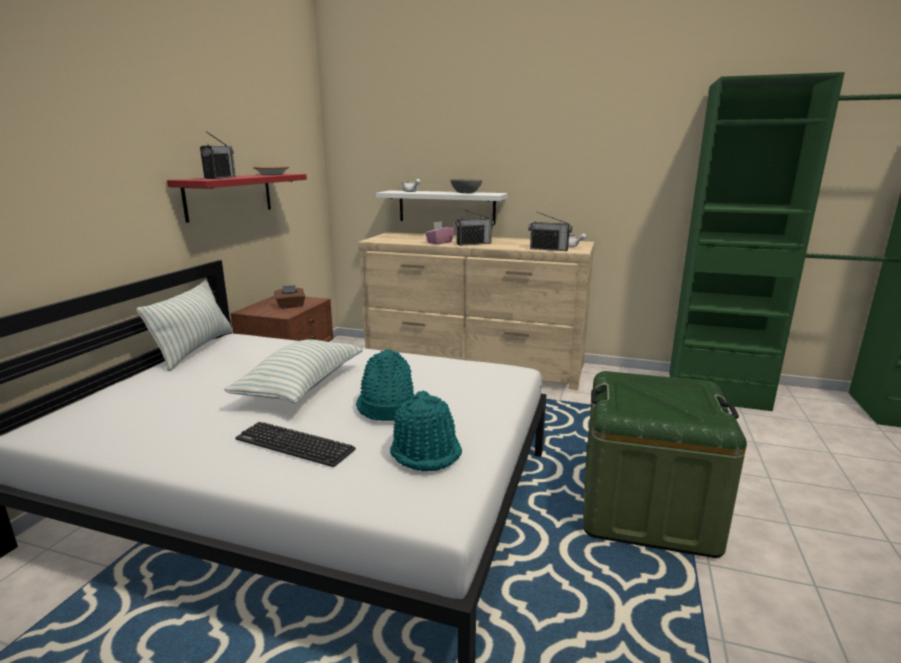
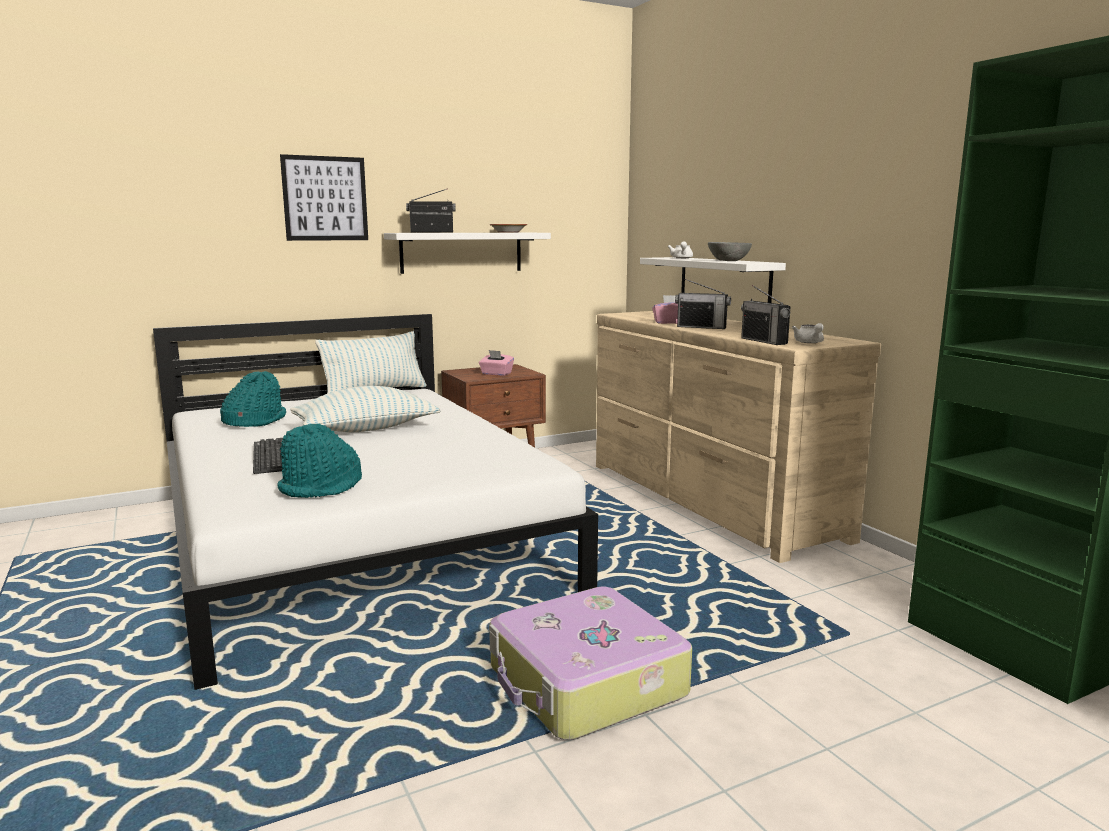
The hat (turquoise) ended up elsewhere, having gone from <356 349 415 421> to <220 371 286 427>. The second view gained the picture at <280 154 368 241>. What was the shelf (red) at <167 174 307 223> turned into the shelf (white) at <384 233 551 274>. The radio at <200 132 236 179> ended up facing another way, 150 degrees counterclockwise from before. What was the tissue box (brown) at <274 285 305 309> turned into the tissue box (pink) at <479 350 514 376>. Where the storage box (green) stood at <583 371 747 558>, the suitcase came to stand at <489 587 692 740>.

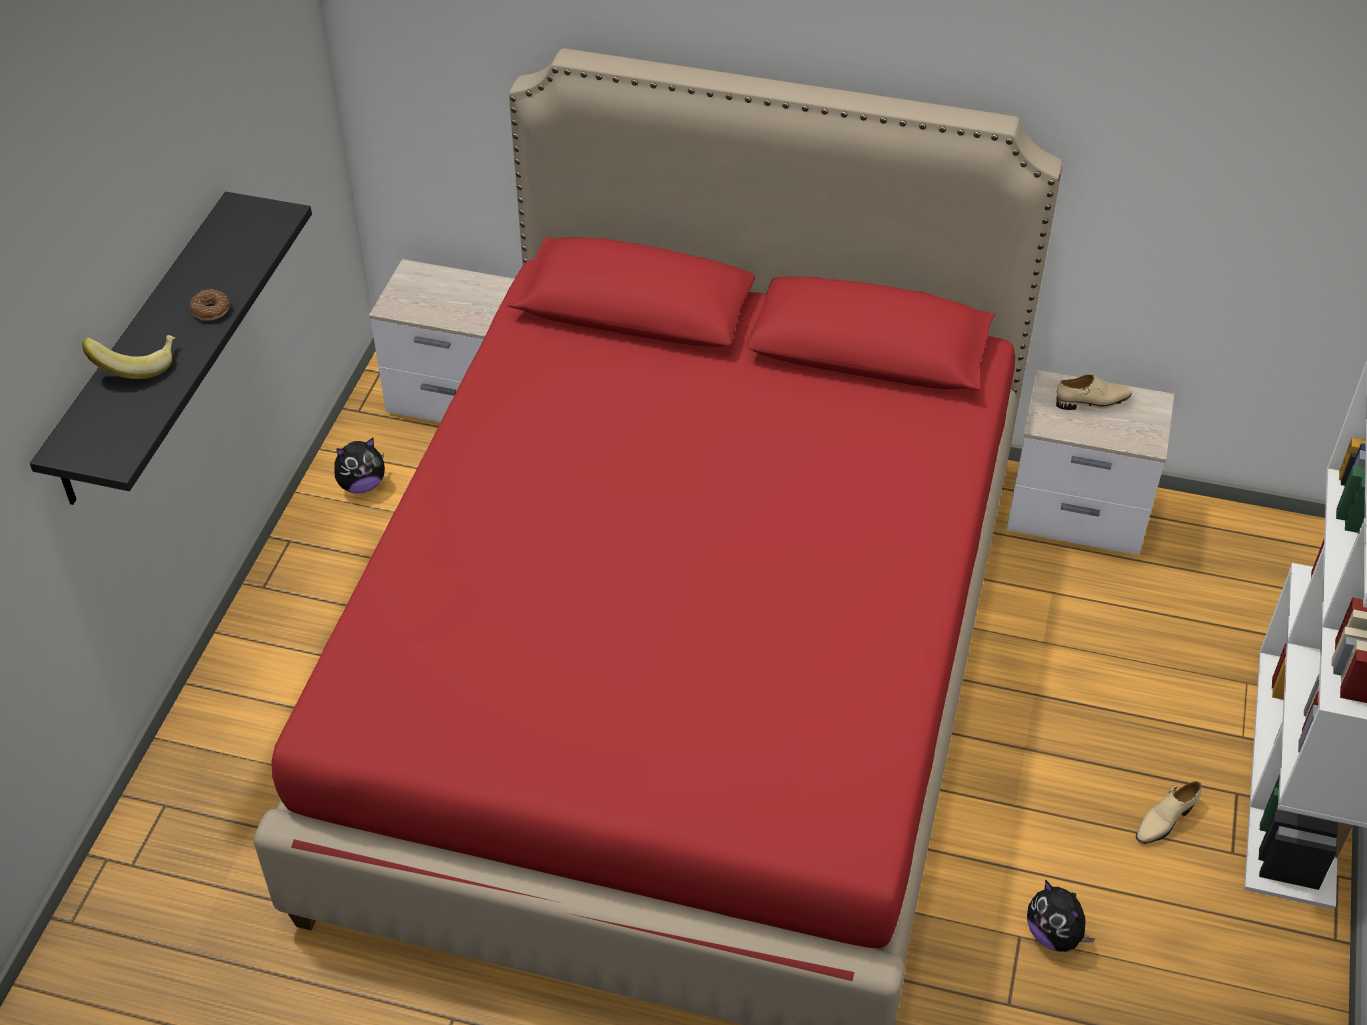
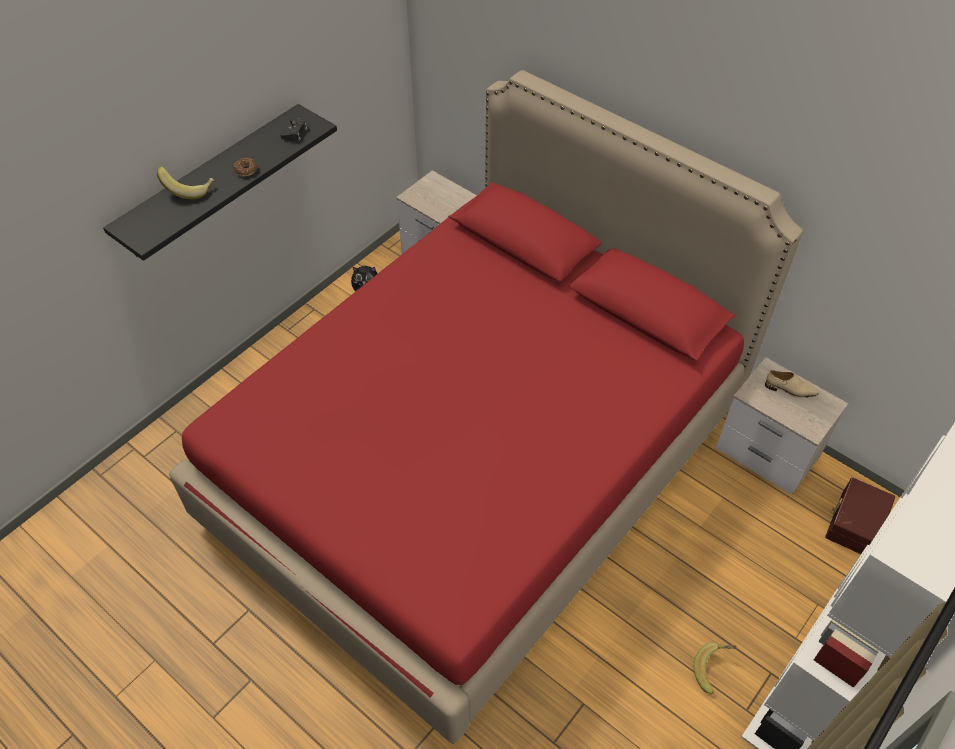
The second view gained the game controller (black) at <280 118 308 141>. Where the shoe (beige) stood at <1136 781 1201 844>, the banana came to stand at <694 642 736 694>. The second view gained the storage box (brown) at <825 477 895 554>. The second view lost the plush toy at <1027 880 1095 952>.

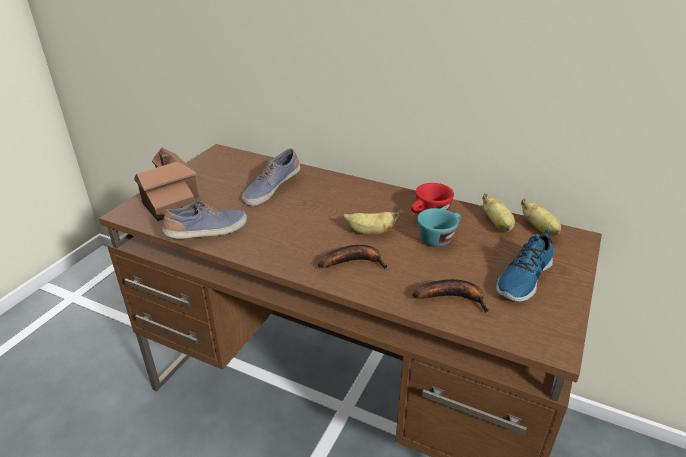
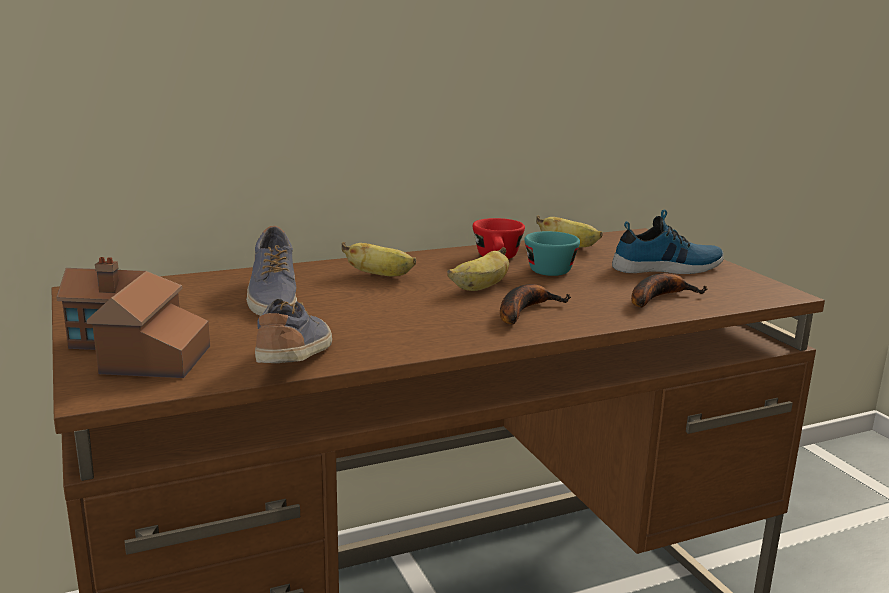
The banana ended up elsewhere, having gone from <521 199 561 236> to <342 242 416 277>. The shoe at <496 228 554 302> ended up facing another way, 90 degrees counterclockwise from before.

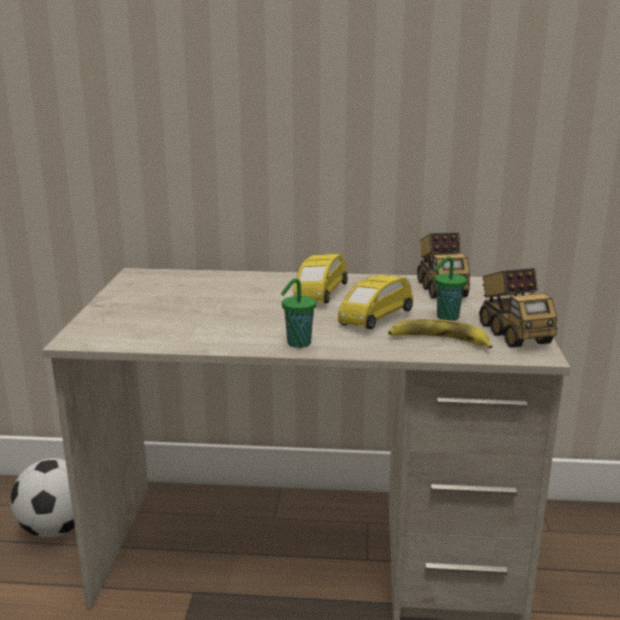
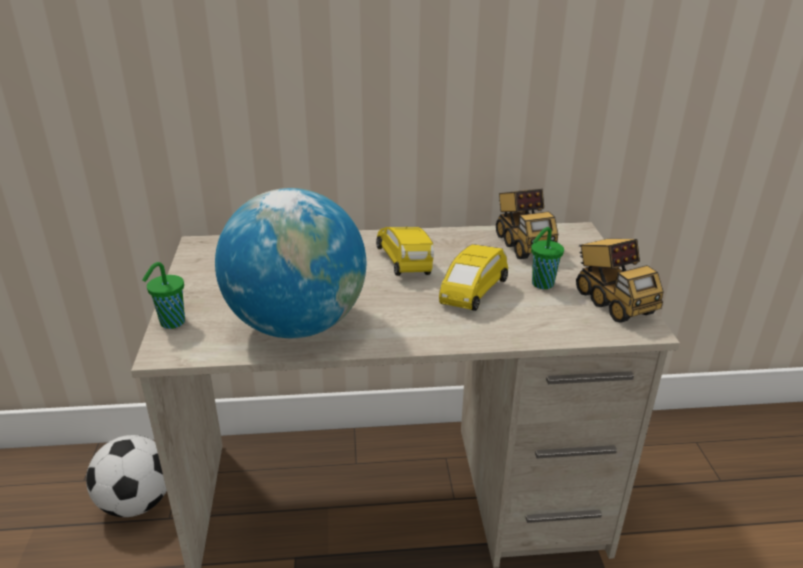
The cup (green) ended up elsewhere, having gone from <281 278 316 348> to <142 262 185 329>. The second view gained the globe at <215 188 366 338>. The toy car (yellow) at <293 254 348 303> ended up facing another way, 150 degrees clockwise from before. The second view lost the banana at <388 319 493 349>.

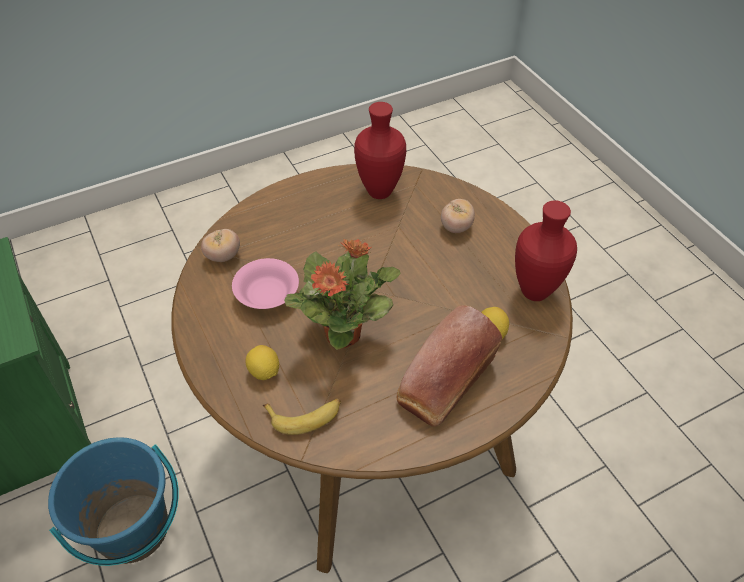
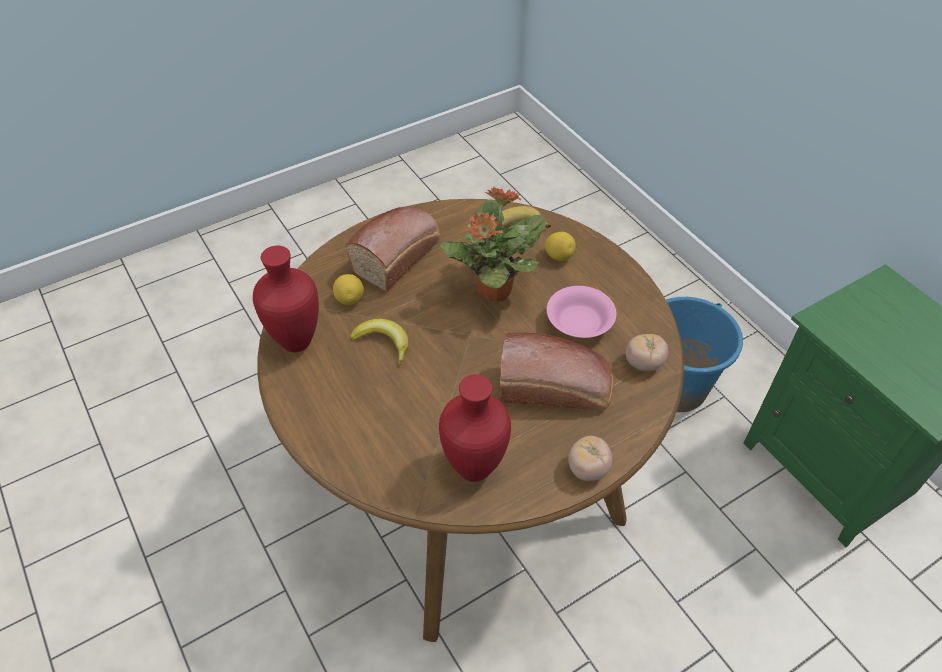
The second view gained the banana at <350 319 409 365>. The second view gained the bread at <500 332 613 411>. The tomato ended up elsewhere, having gone from <441 199 475 233> to <568 436 612 481>.

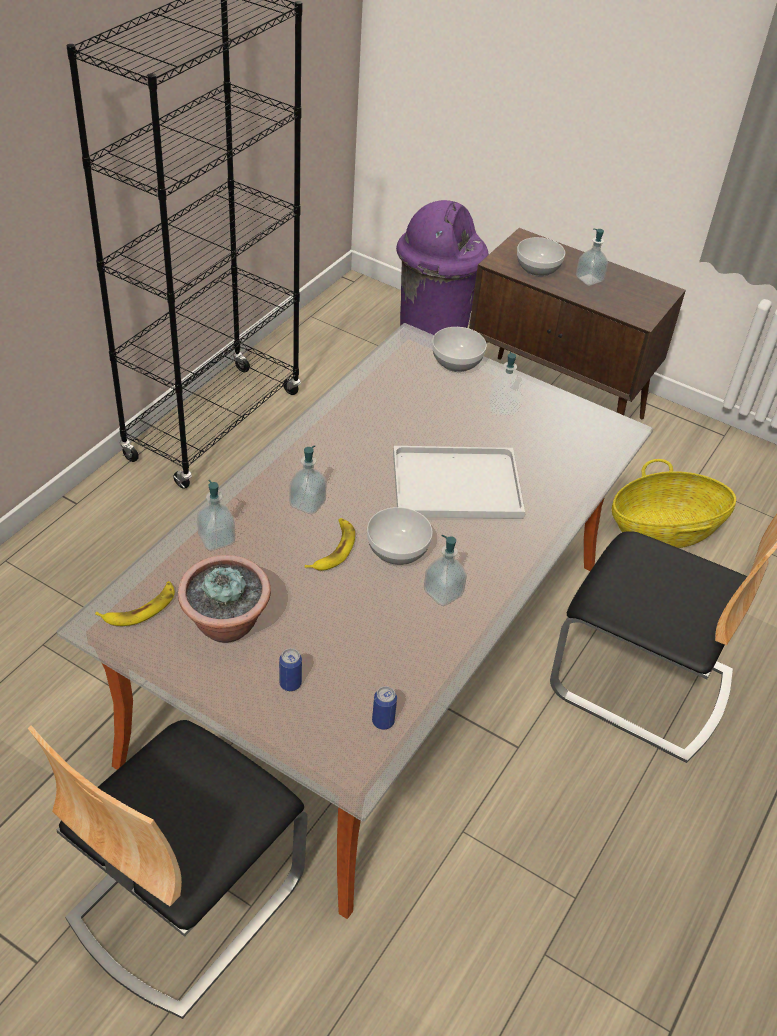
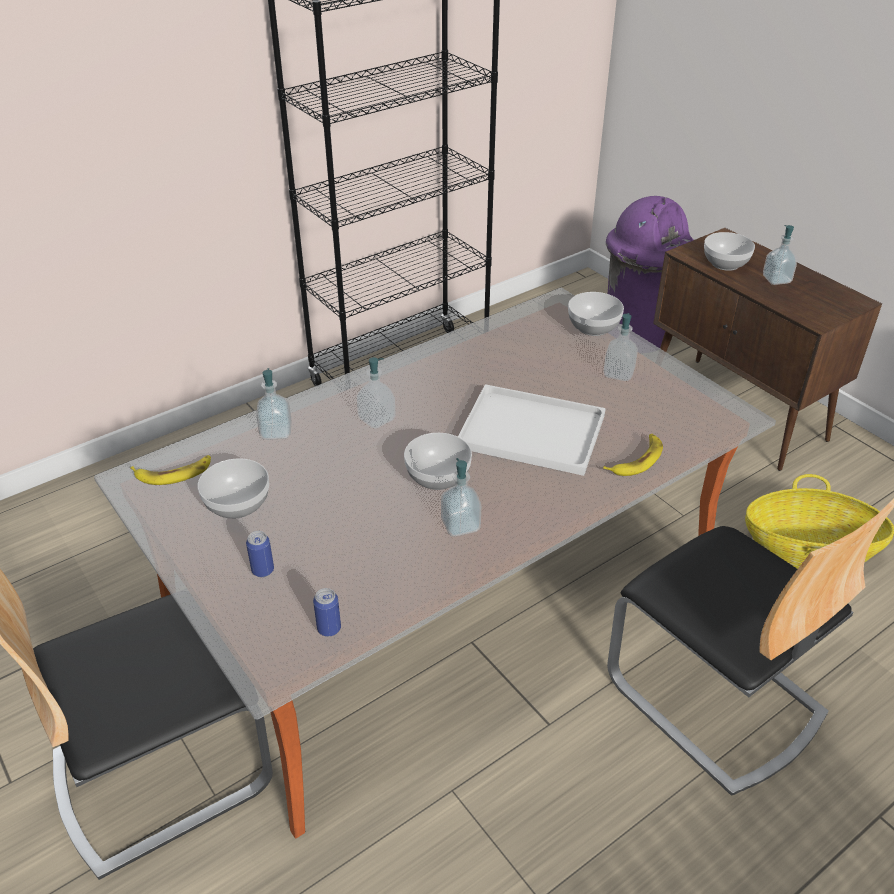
Where the potted plant stood at <178 555 271 643>, the bowl came to stand at <198 459 269 518>. The banana ended up elsewhere, having gone from <305 518 355 571> to <603 434 663 476>.

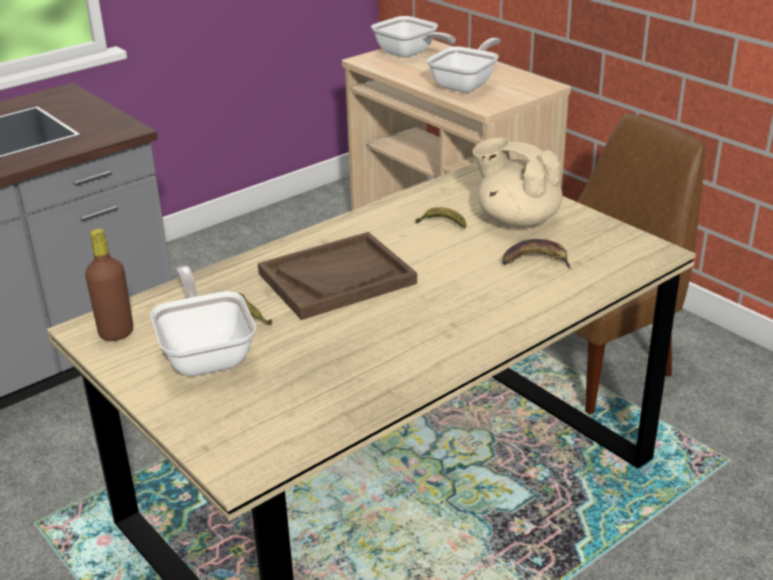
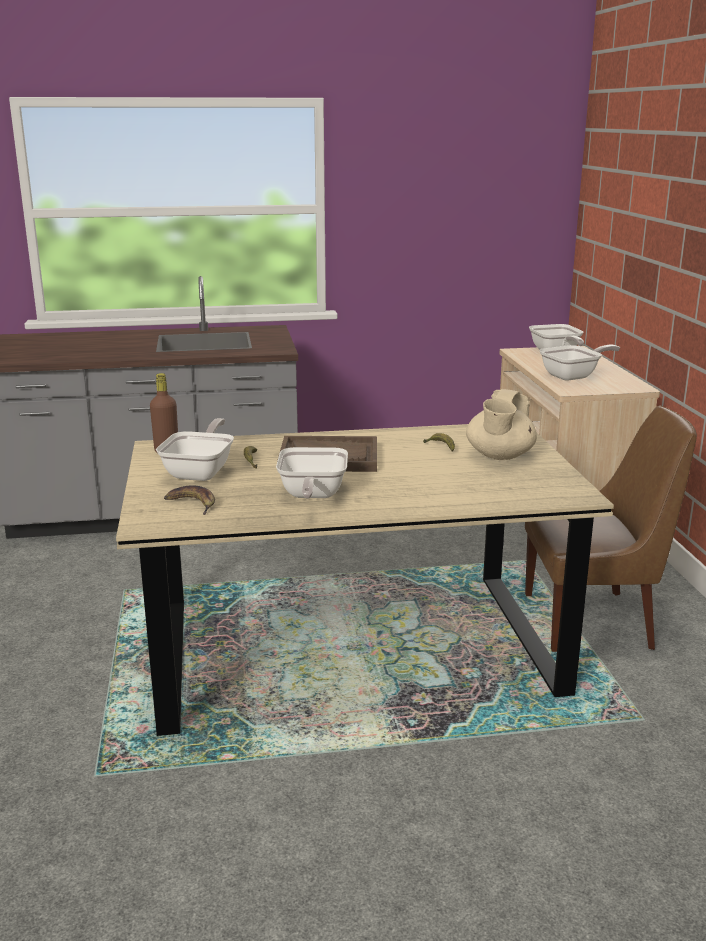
The banana ended up elsewhere, having gone from <502 239 572 269> to <164 485 215 515>. The second view gained the frying pan at <276 447 348 499>. The teapot (beige) at <473 138 563 228> ended up facing another way, 135 degrees counterclockwise from before.

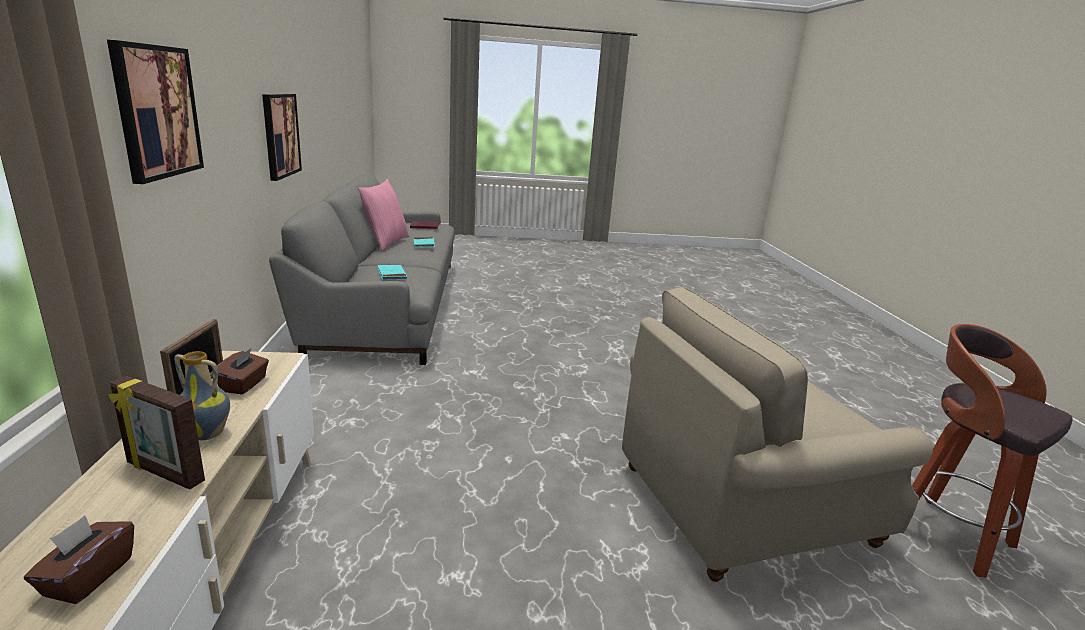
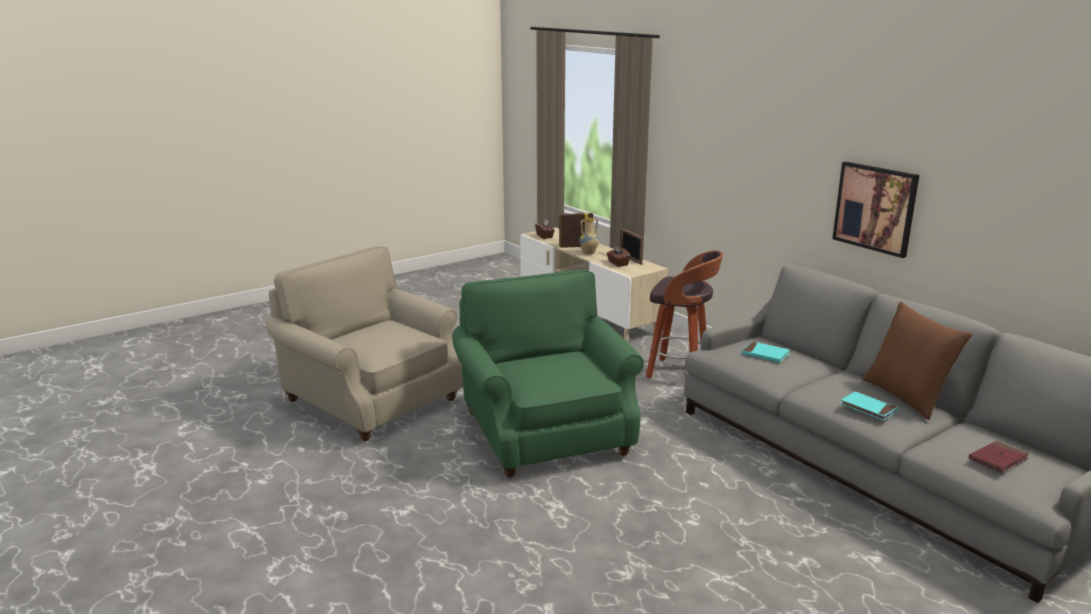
The armchair (beige) at <622 287 933 582> ended up facing another way, 90 degrees counterclockwise from before. The second view gained the armchair (green) at <452 269 644 478>. The stool ended up elsewhere, having gone from <912 324 1073 578> to <646 251 723 378>. What was the pillow (pink) at <358 179 409 251> turned into the pillow (brown) at <863 301 972 420>. The second view lost the picture at <107 40 204 184>.

